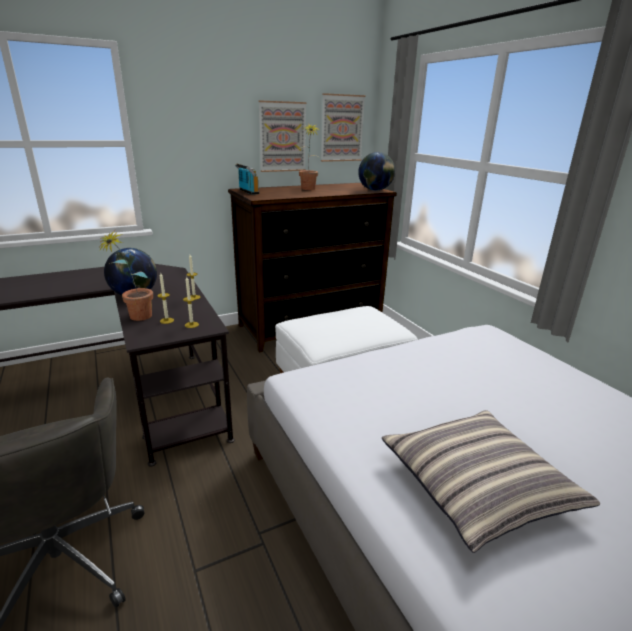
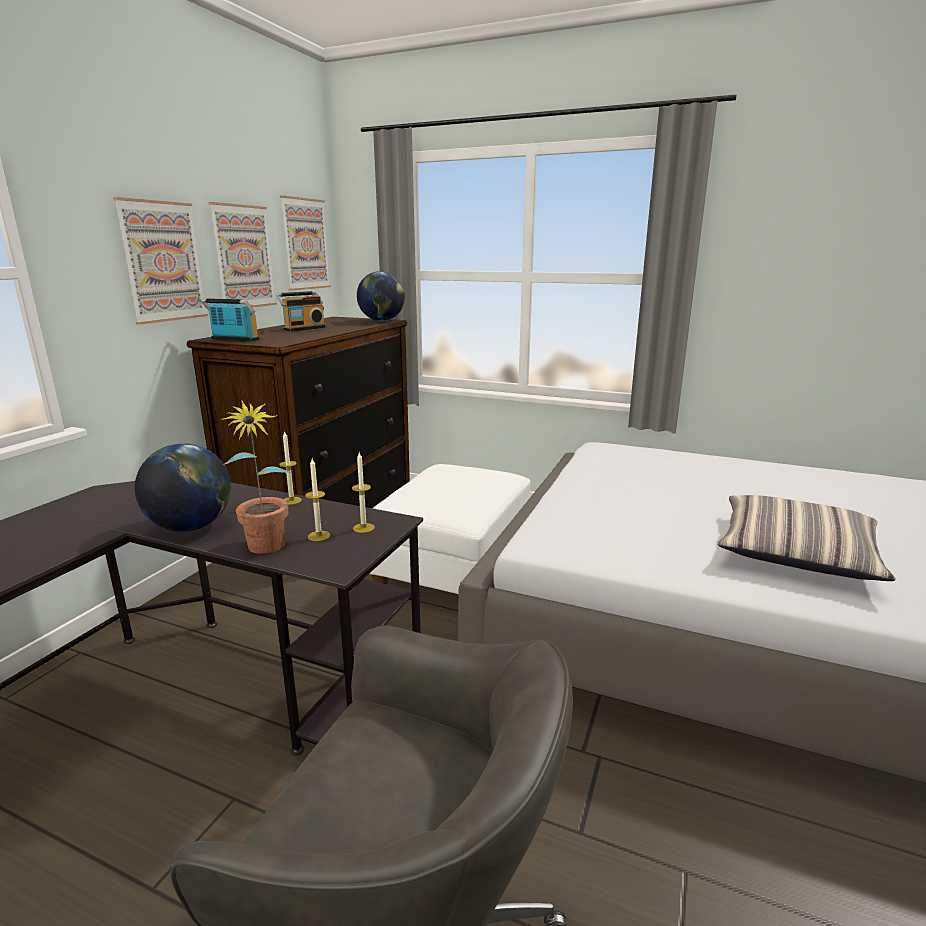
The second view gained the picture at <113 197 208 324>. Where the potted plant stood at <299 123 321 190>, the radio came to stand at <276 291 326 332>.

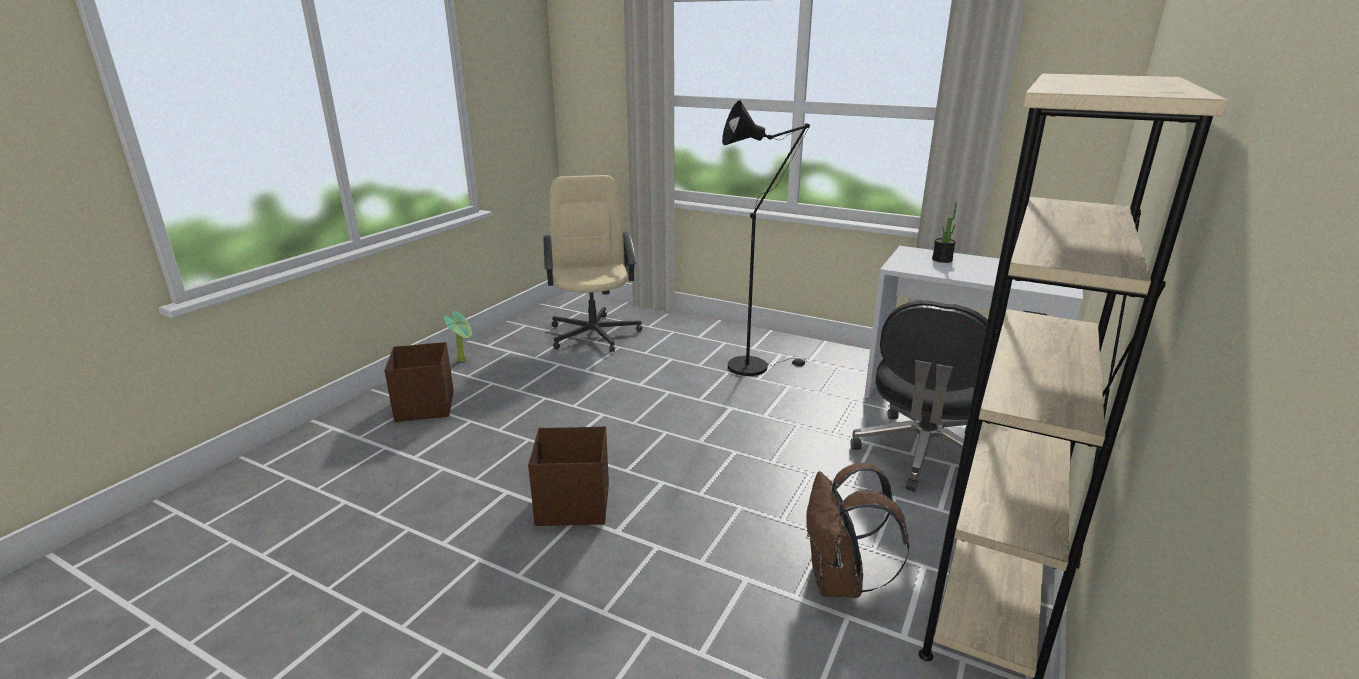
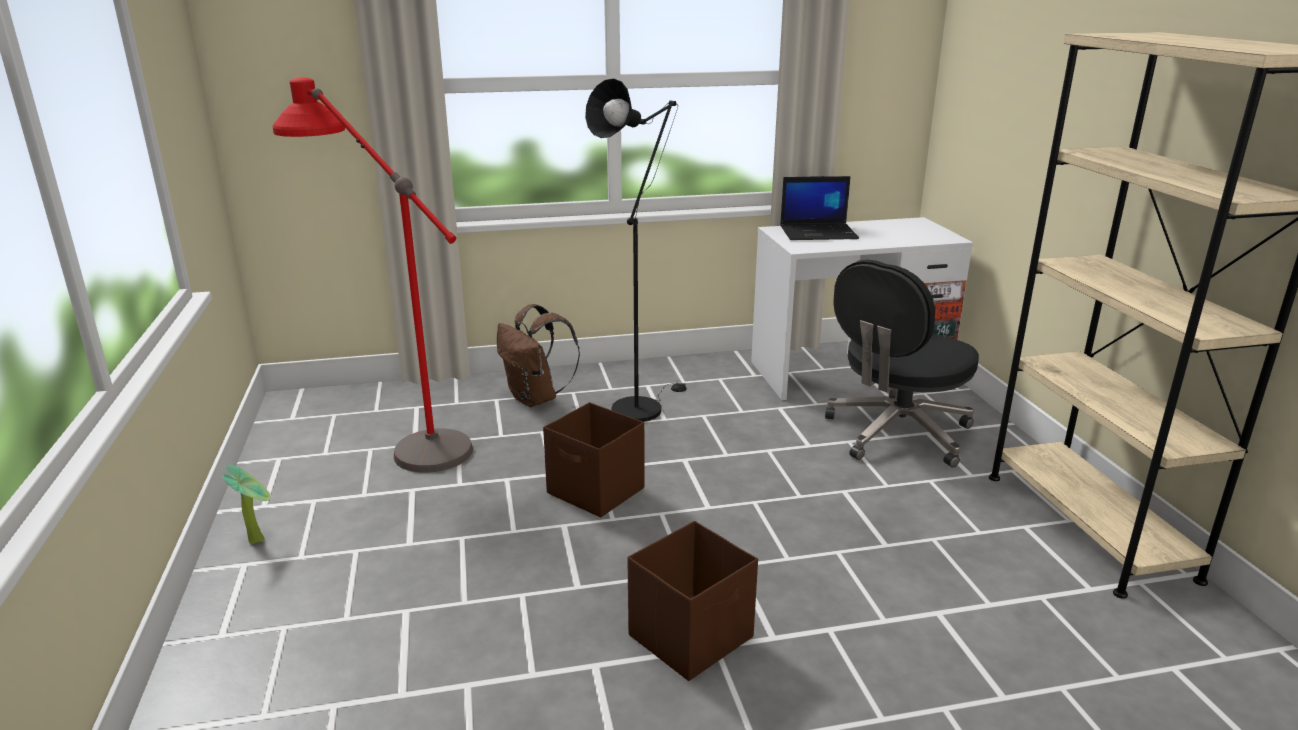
Where the office chair (beige) stood at <544 175 642 352>, the floor lamp (red) came to stand at <273 77 473 473>. The backpack (brown) ended up elsewhere, having gone from <806 463 910 598> to <497 304 580 407>. The storage box (brown) ended up elsewhere, having gone from <384 342 454 422> to <543 402 645 517>. Where the potted plant stood at <932 202 957 263>, the laptop came to stand at <780 176 859 240>. The office chair (black) at <850 301 988 492> ended up facing another way, 60 degrees clockwise from before.

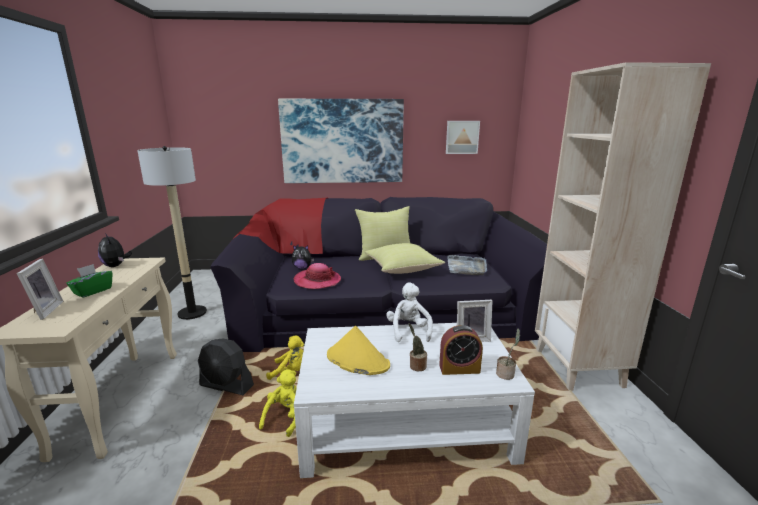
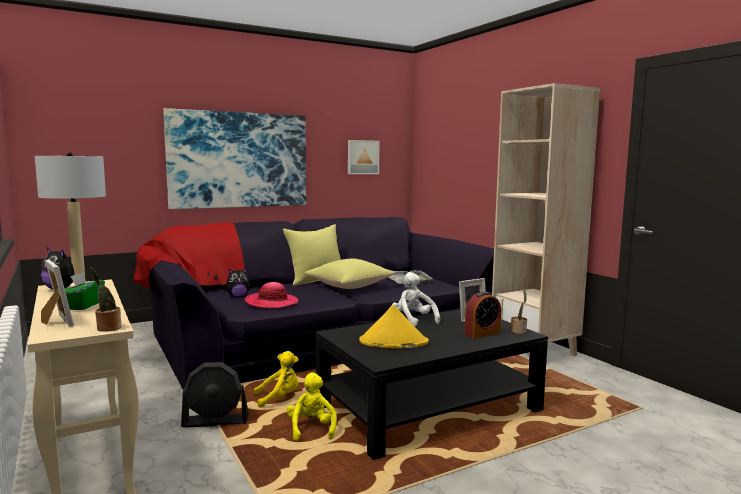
The potted plant ended up elsewhere, having gone from <408 323 427 372> to <90 267 121 332>. What was the coffee table (white) at <294 323 535 478> turned into the coffee table (black) at <316 309 548 460>.

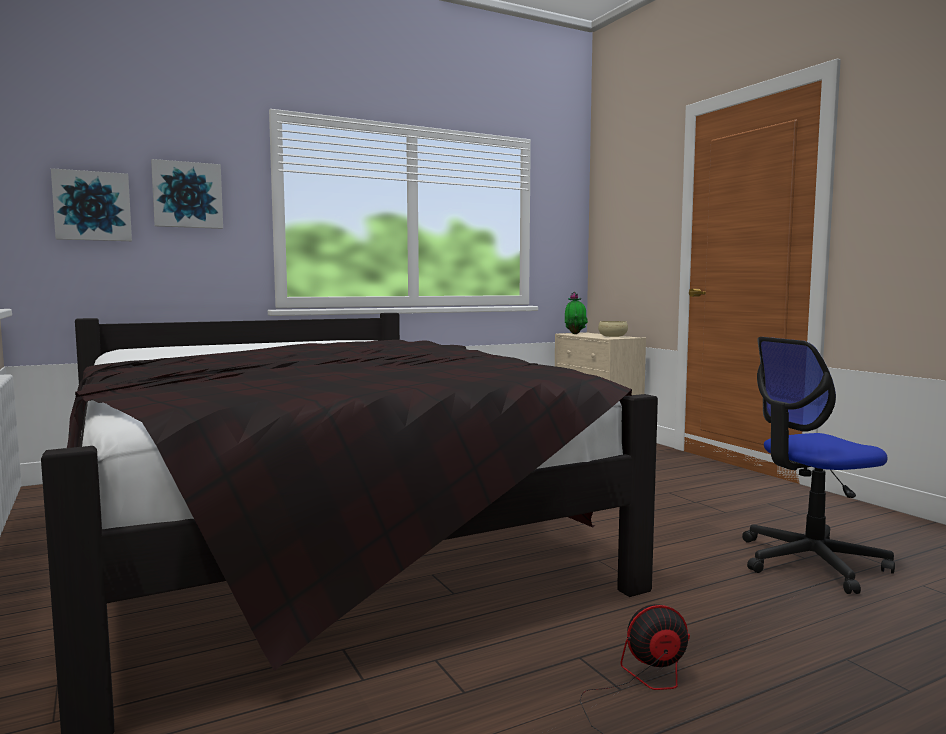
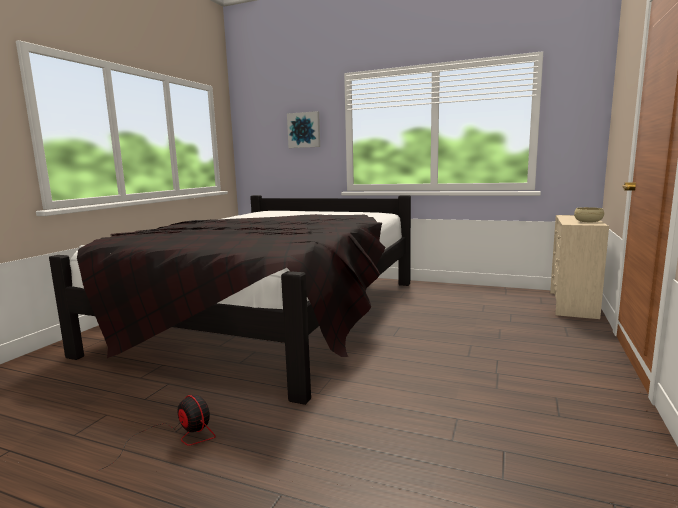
The second view lost the picture at <51 168 132 241>. The second view lost the potted plant at <565 292 588 334>. The second view lost the office chair at <742 337 895 594>.

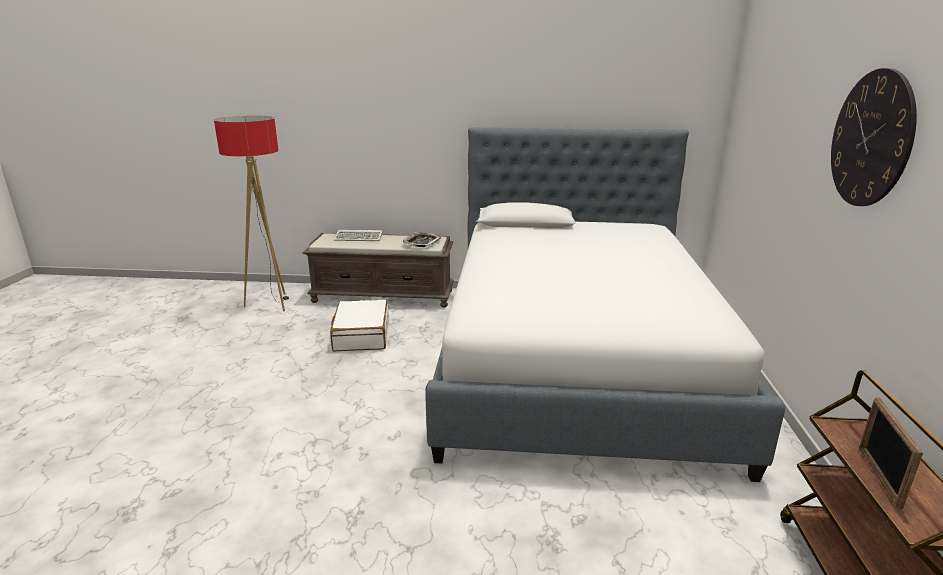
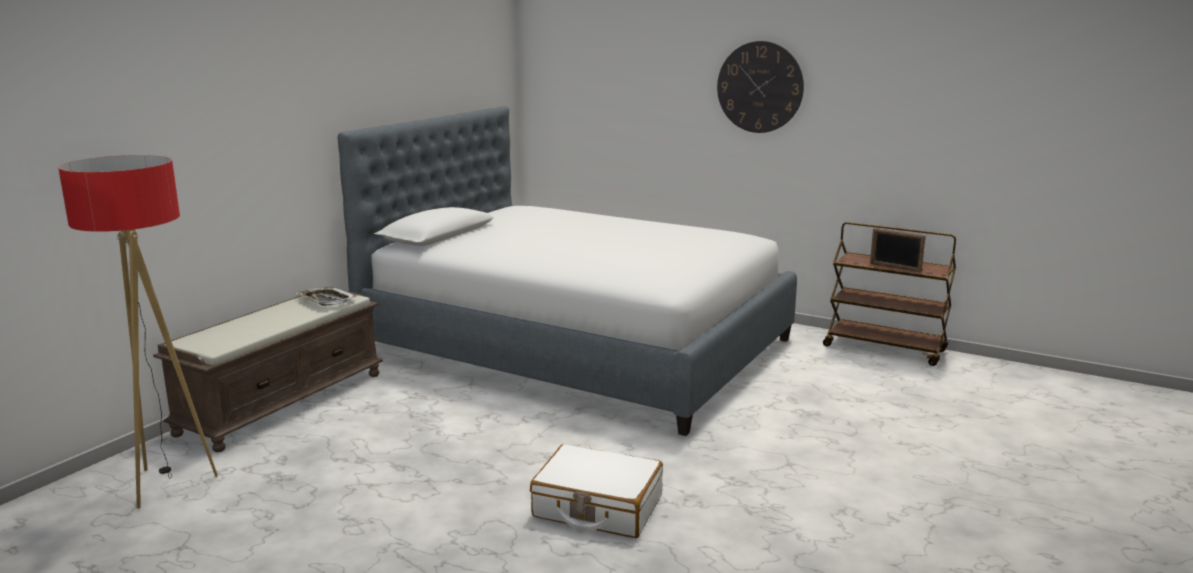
The suitcase (white) ended up elsewhere, having gone from <330 299 389 351> to <530 444 663 538>. The second view lost the keyboard at <334 230 383 241>.

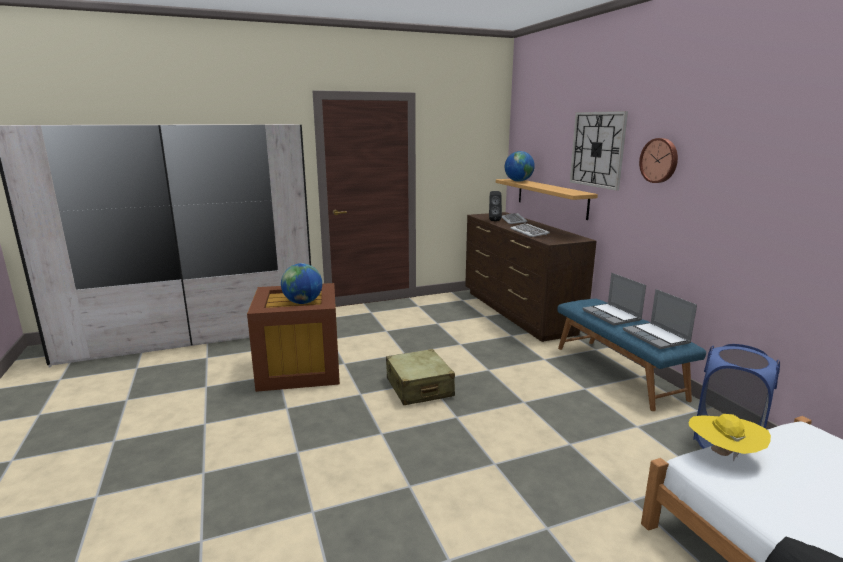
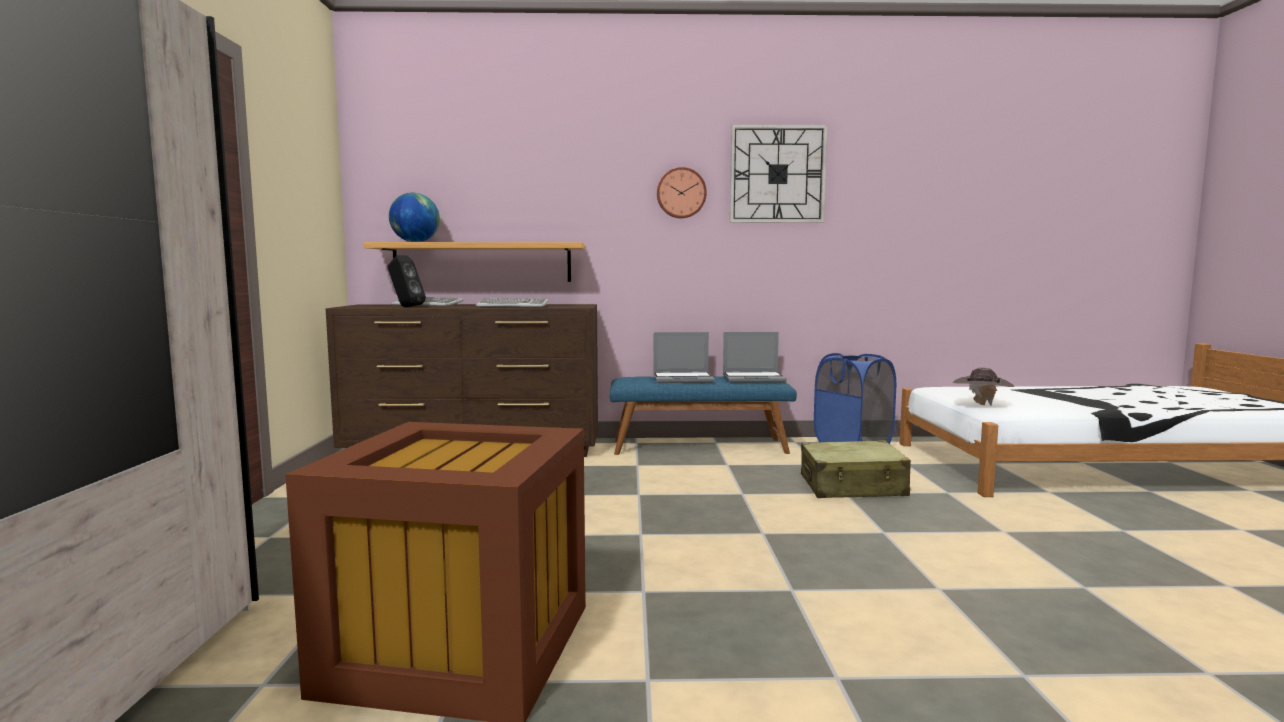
The wall clock ended up elsewhere, having gone from <570 111 628 191> to <730 125 827 223>. The suitcase (beige) ended up elsewhere, having gone from <386 349 455 405> to <801 440 911 498>. What was the hat (yellow) at <689 414 771 462> turned into the hat (brown) at <952 368 1015 406>. The second view lost the globe at <281 263 322 304>.

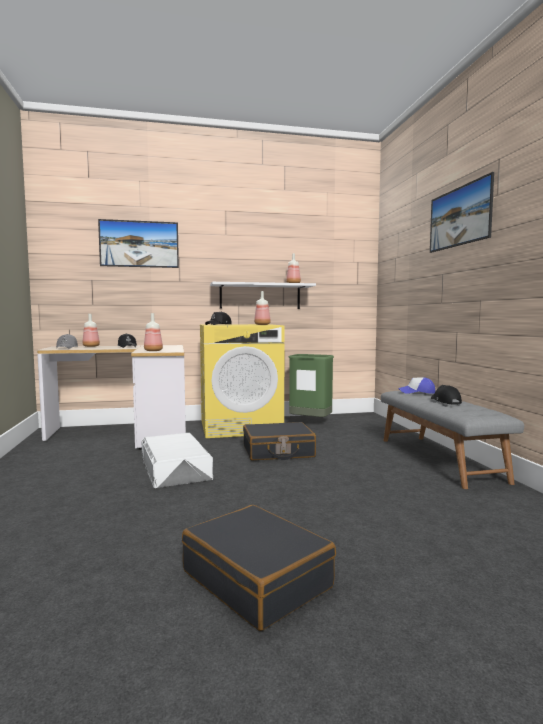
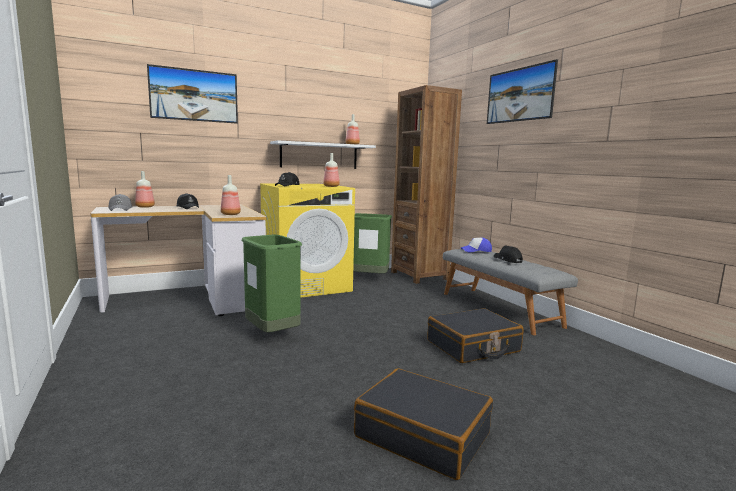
Where the storage box (white) stood at <141 433 214 488>, the trash can (green) came to stand at <242 235 302 333>. The second view gained the bookcase (brown) at <391 85 462 284>. The suitcase (black) ended up elsewhere, having gone from <243 422 316 460> to <427 308 523 363>.

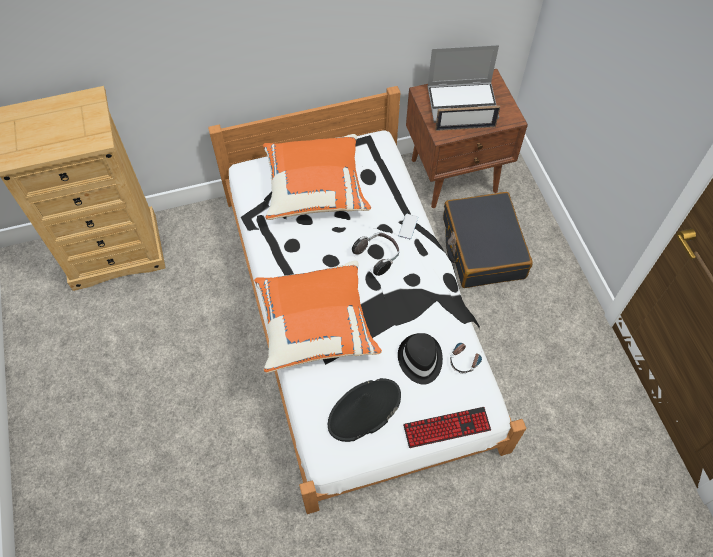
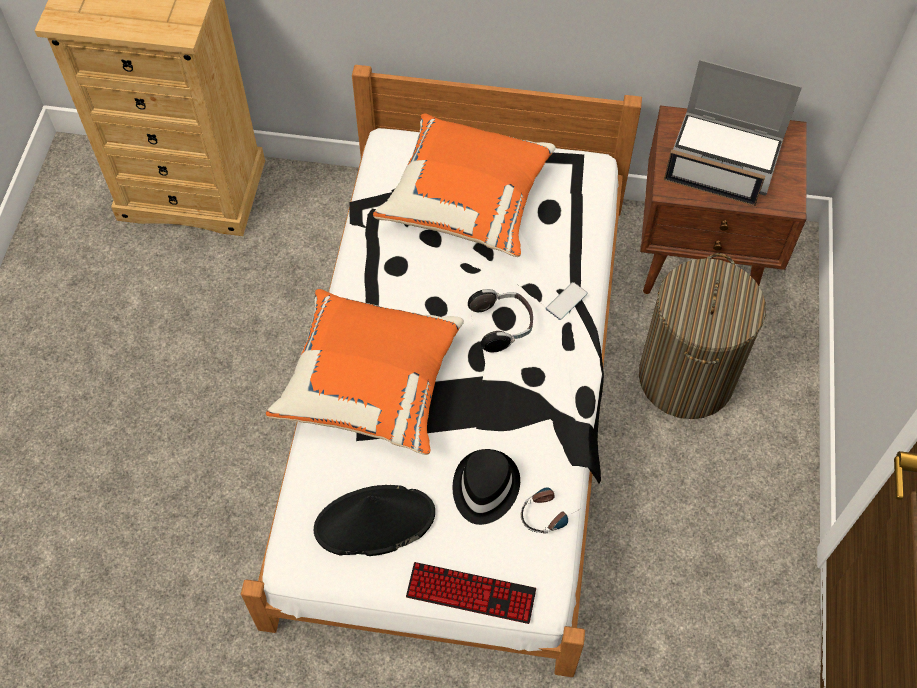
Where the suitcase (black) stood at <443 192 533 288>, the laundry basket came to stand at <639 253 766 419>.

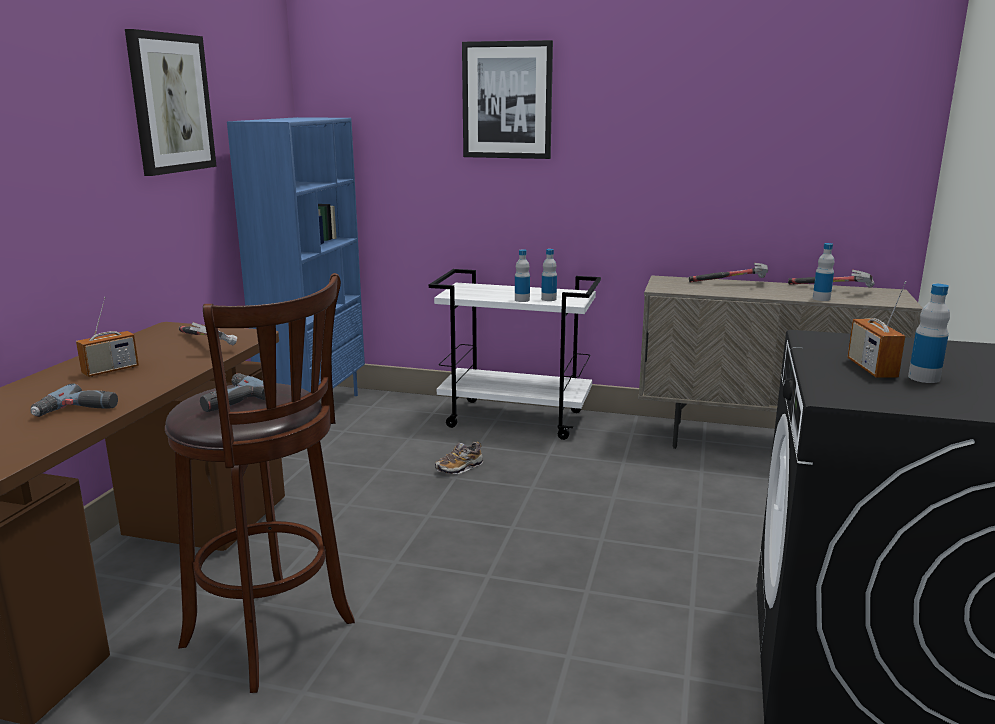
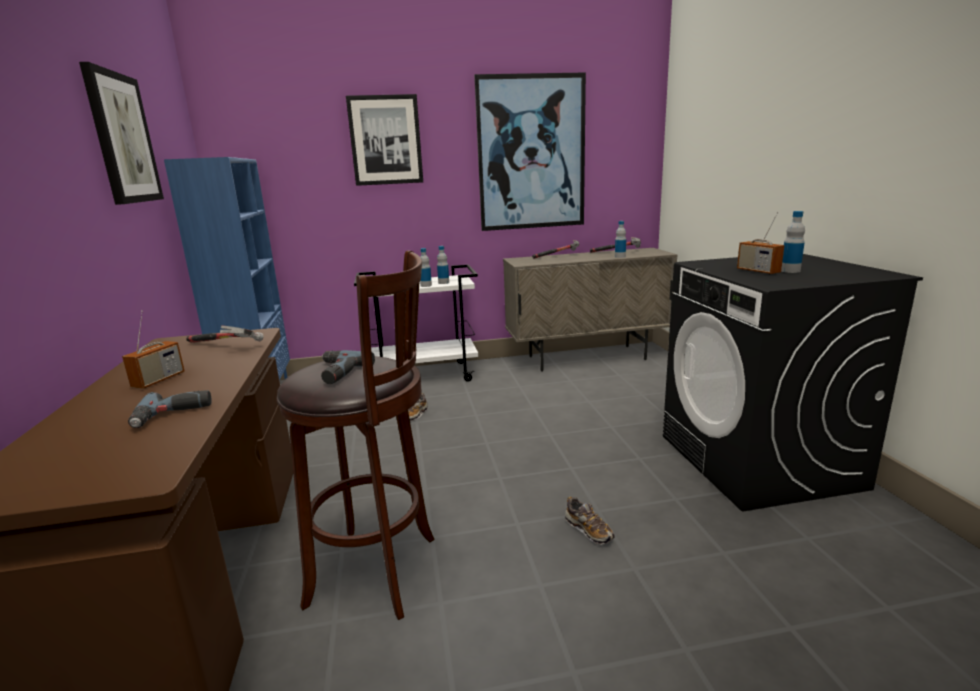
The second view gained the picture at <474 72 586 231>. The second view gained the shoe at <565 497 615 545>.

